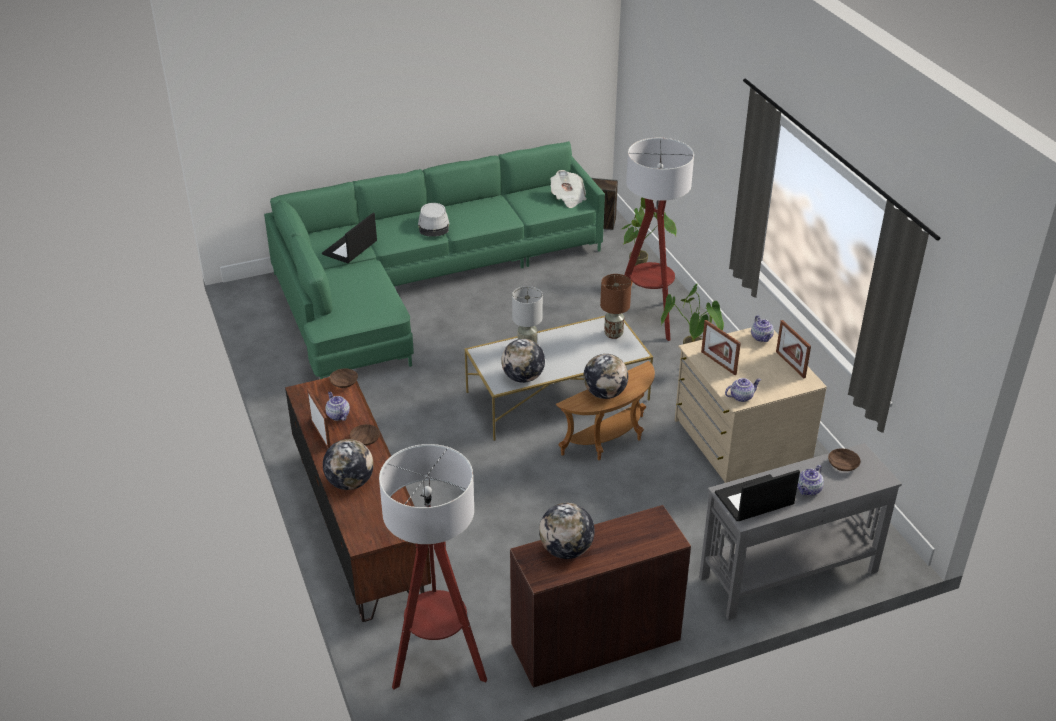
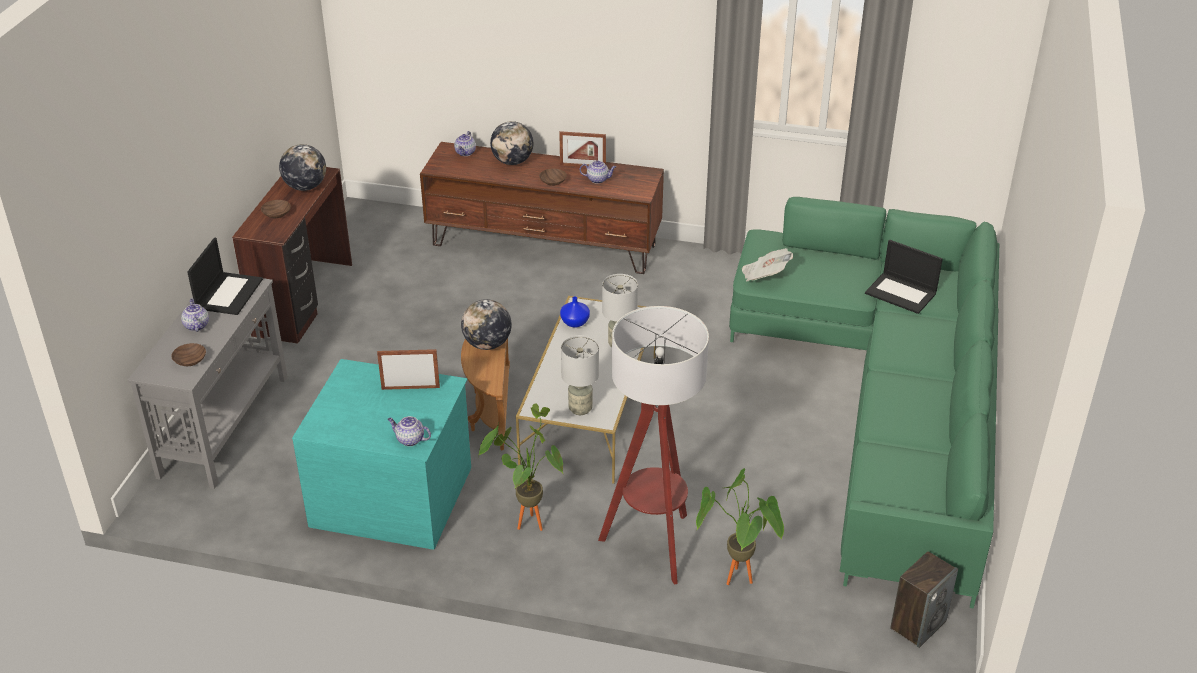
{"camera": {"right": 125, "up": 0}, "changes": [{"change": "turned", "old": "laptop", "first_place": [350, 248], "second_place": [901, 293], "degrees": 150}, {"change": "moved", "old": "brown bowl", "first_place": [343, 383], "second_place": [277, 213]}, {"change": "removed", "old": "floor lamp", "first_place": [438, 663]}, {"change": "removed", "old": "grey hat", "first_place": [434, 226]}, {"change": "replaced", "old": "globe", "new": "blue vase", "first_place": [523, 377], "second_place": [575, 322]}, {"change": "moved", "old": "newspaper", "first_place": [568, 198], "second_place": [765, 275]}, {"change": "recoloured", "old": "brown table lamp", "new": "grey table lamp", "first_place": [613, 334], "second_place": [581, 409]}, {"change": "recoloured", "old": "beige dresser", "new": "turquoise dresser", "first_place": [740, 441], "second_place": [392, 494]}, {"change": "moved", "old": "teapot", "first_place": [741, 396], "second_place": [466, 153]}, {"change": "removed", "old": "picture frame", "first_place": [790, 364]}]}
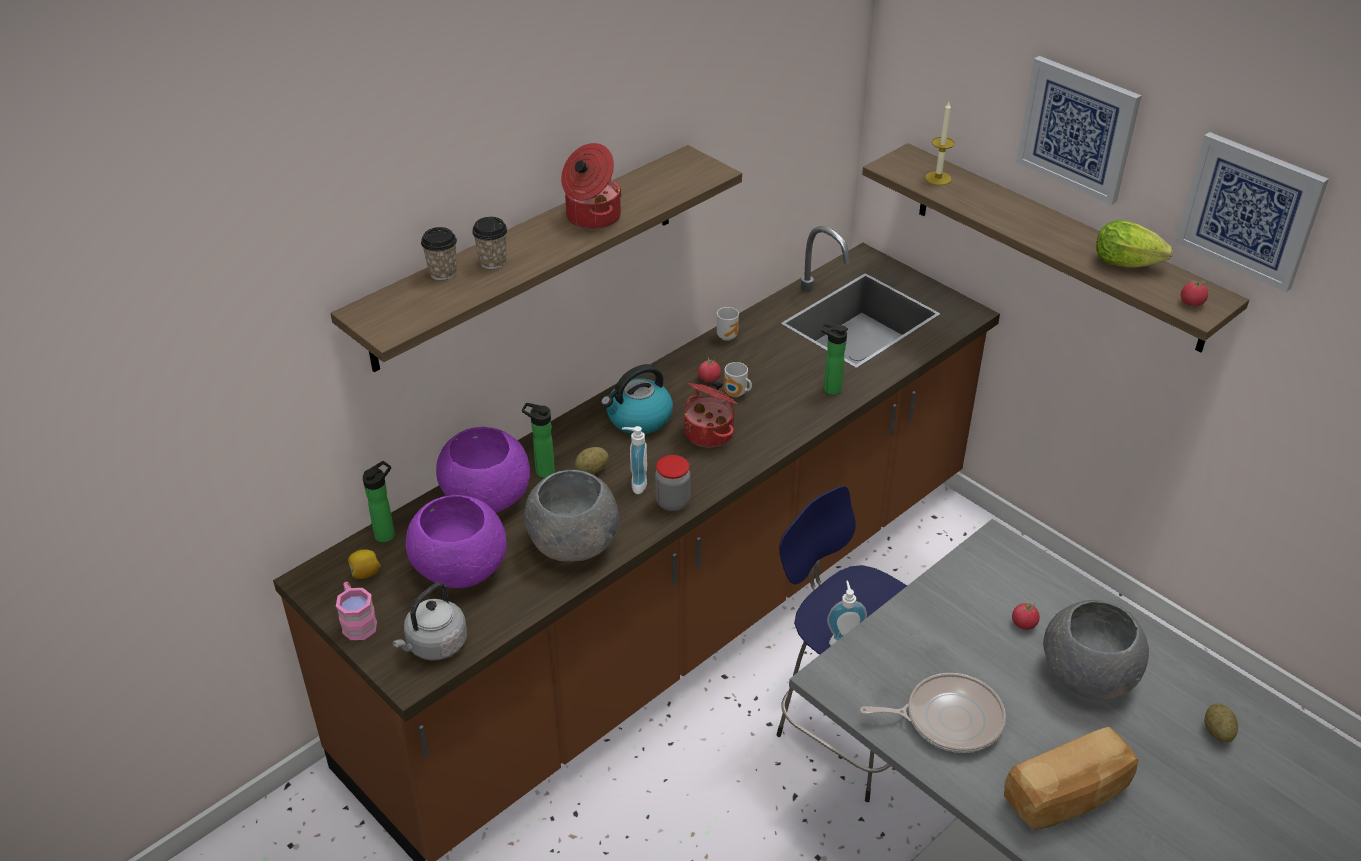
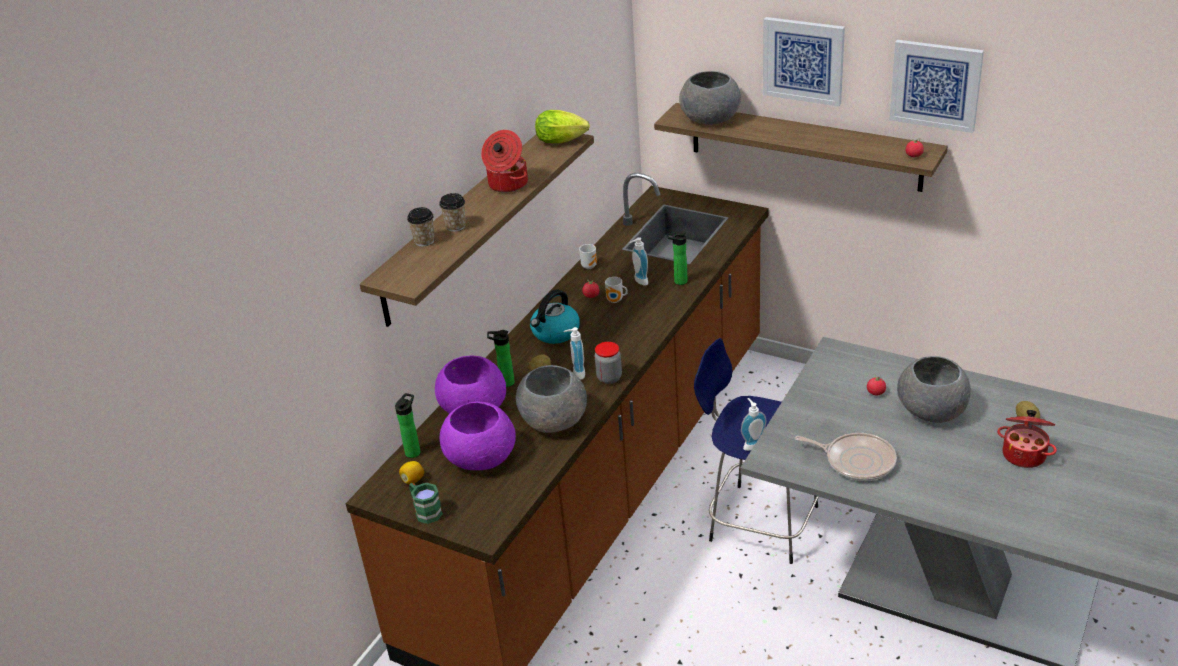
{"camera": {"right": -15, "up": -5}, "changes": [{"change": "recoloured", "old": "pink mug", "new": "green mug", "first_place": [357, 621], "second_place": [425, 511]}, {"change": "removed", "old": "grey kettle", "first_place": [434, 645]}, {"change": "moved", "old": "cooking pot", "first_place": [710, 432], "second_place": [1024, 454]}, {"change": "turned", "old": "frying pan", "first_place": [948, 718], "second_place": [856, 461], "degrees": 45}, {"change": "replaced", "old": "candle", "new": "grey bowl", "first_place": [938, 178], "second_place": [709, 119]}, {"change": "removed", "old": "bread", "first_place": [1068, 797]}, {"change": "moved", "old": "lettuce", "first_place": [1130, 264], "second_place": [564, 141]}, {"change": "added", "new": "soap dispenser", "second_place": [639, 281]}]}
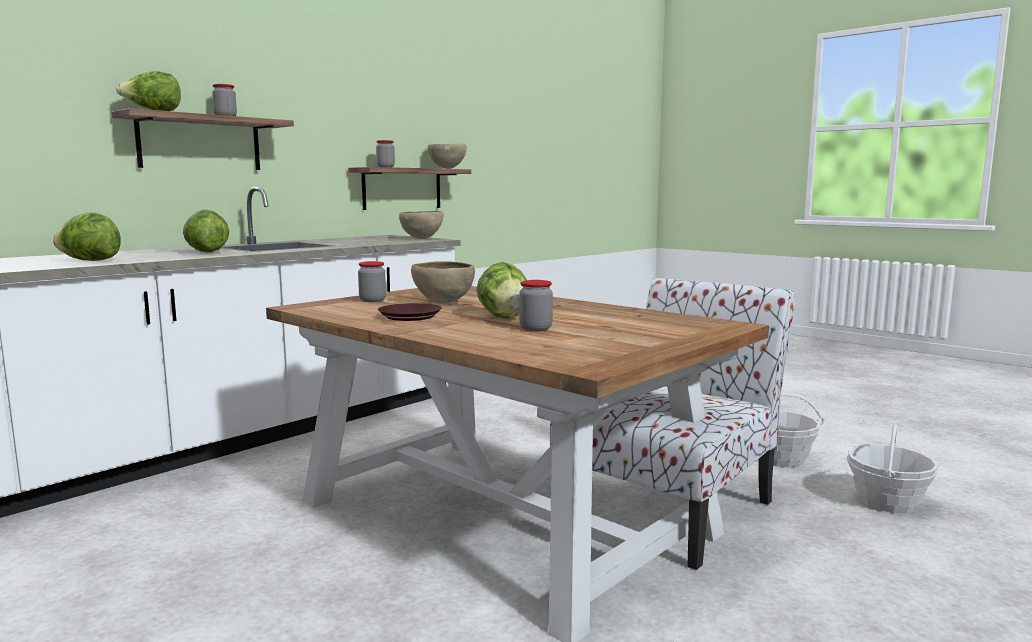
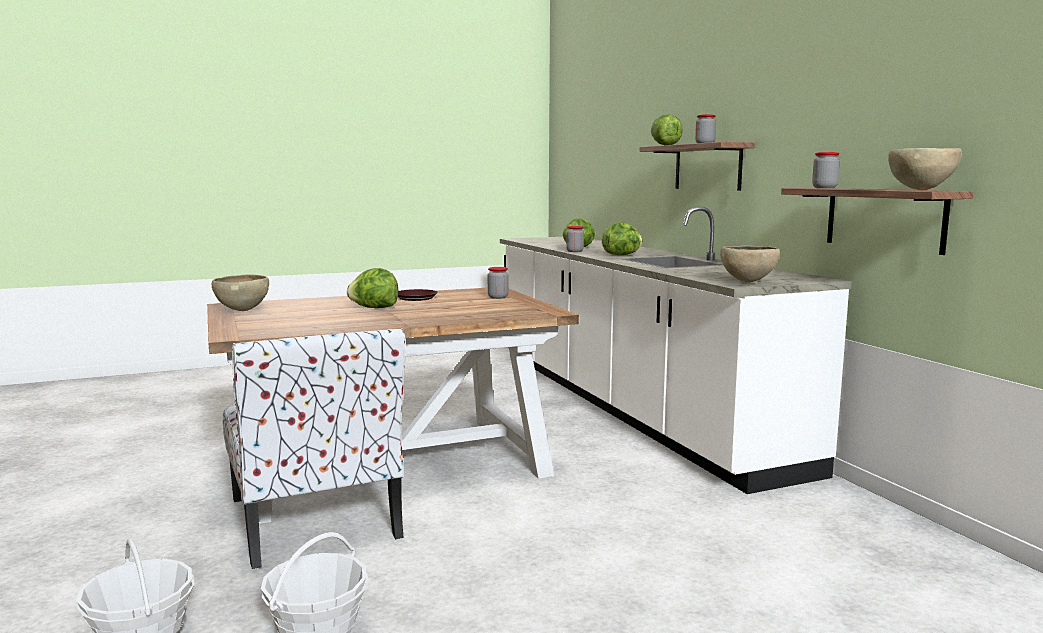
{"camera": {"right": 115, "up": 0}, "changes": [{"change": "moved", "old": "brown bowl", "first_place": [443, 303], "second_place": [242, 310]}, {"change": "moved", "old": "jar", "first_place": [535, 329], "second_place": [575, 251]}]}
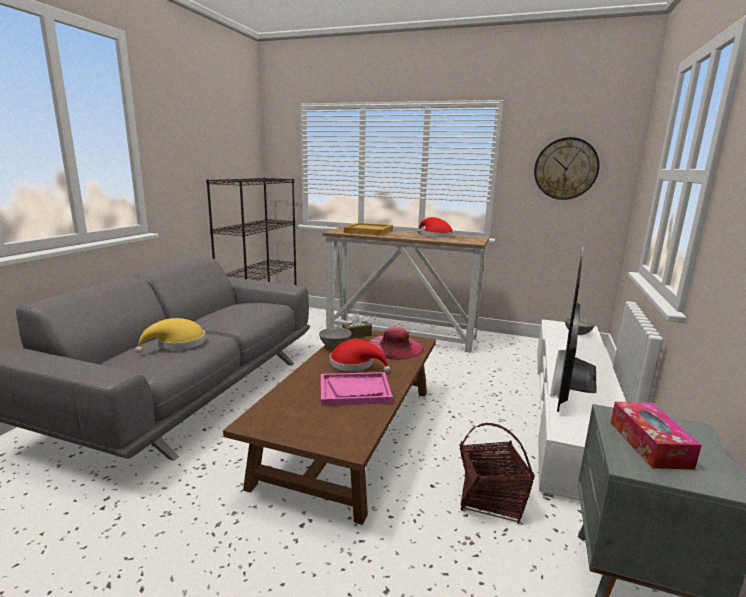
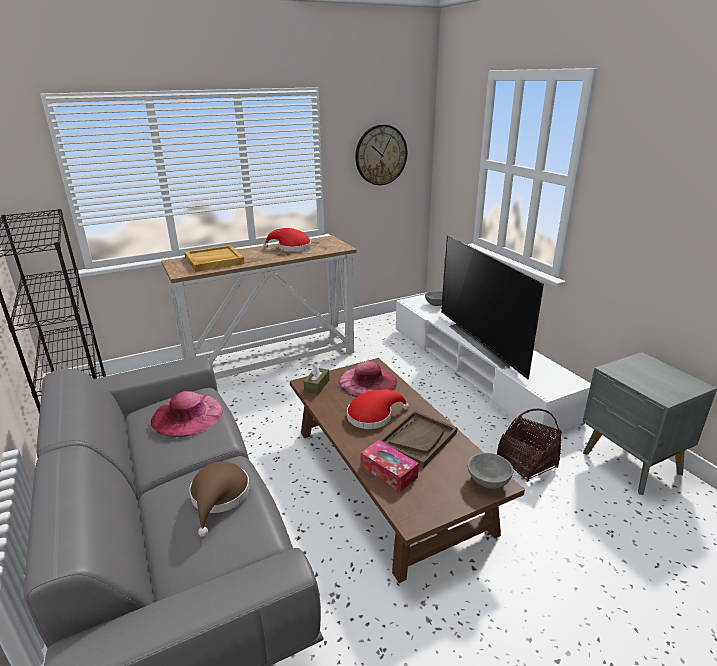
{"camera": {"right": -45, "up": 10}, "changes": [{"change": "recoloured", "old": "yellow hat", "new": "brown hat", "first_place": [178, 344], "second_place": [219, 497]}, {"change": "moved", "old": "grey bowl", "first_place": [334, 346], "second_place": [487, 482]}, {"change": "recoloured", "old": "pink tray", "new": "brown tray", "first_place": [355, 390], "second_place": [418, 439]}, {"change": "moved", "old": "tissue box", "first_place": [649, 444], "second_place": [388, 471]}, {"change": "added", "new": "pink hat", "second_place": [187, 415]}]}
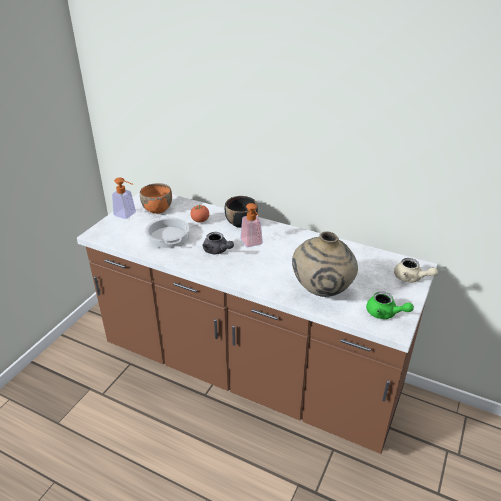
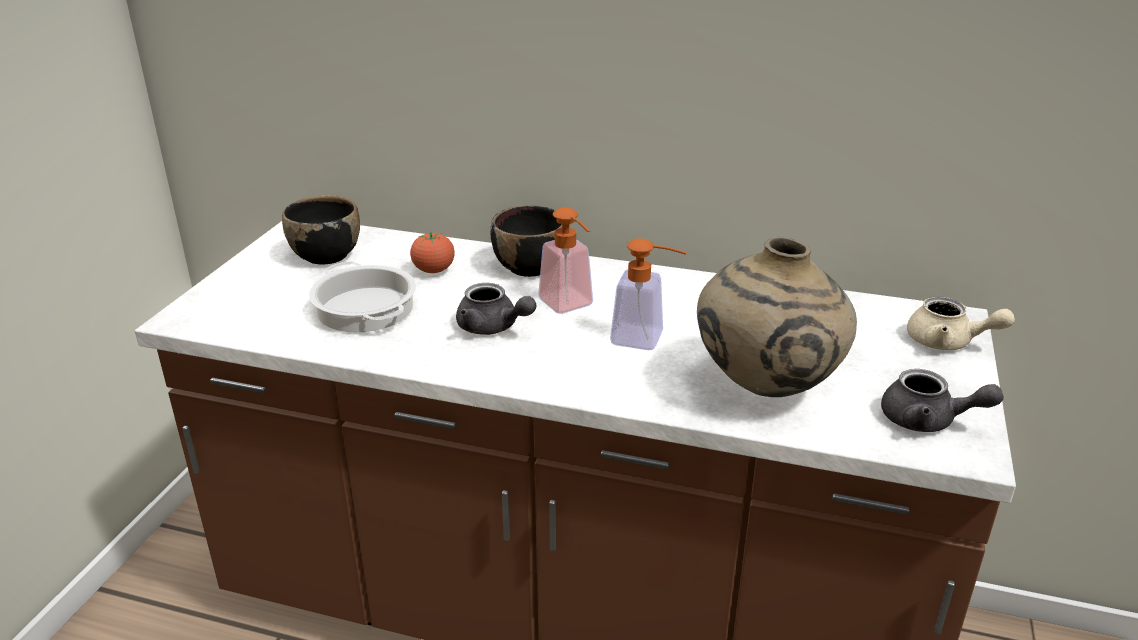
{"camera": {"right": -10, "up": -5}, "changes": [{"change": "moved", "old": "soap dispenser", "first_place": [128, 215], "second_place": [646, 339]}, {"change": "recoloured", "old": "orange bowl", "new": "black bowl", "first_place": [157, 209], "second_place": [326, 255]}, {"change": "recoloured", "old": "green teapot", "new": "grey teapot", "first_place": [385, 314], "second_place": [928, 421]}]}
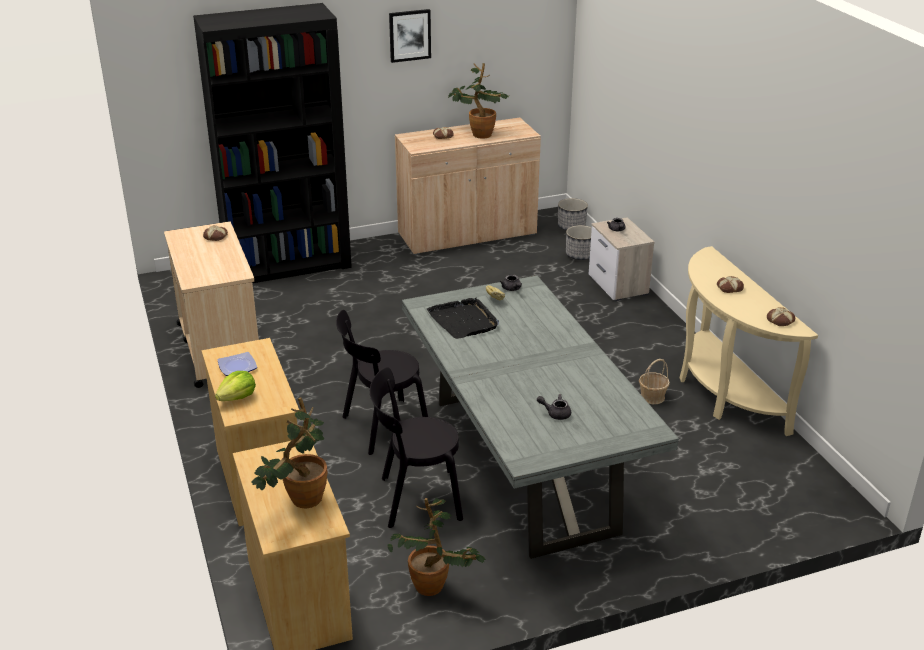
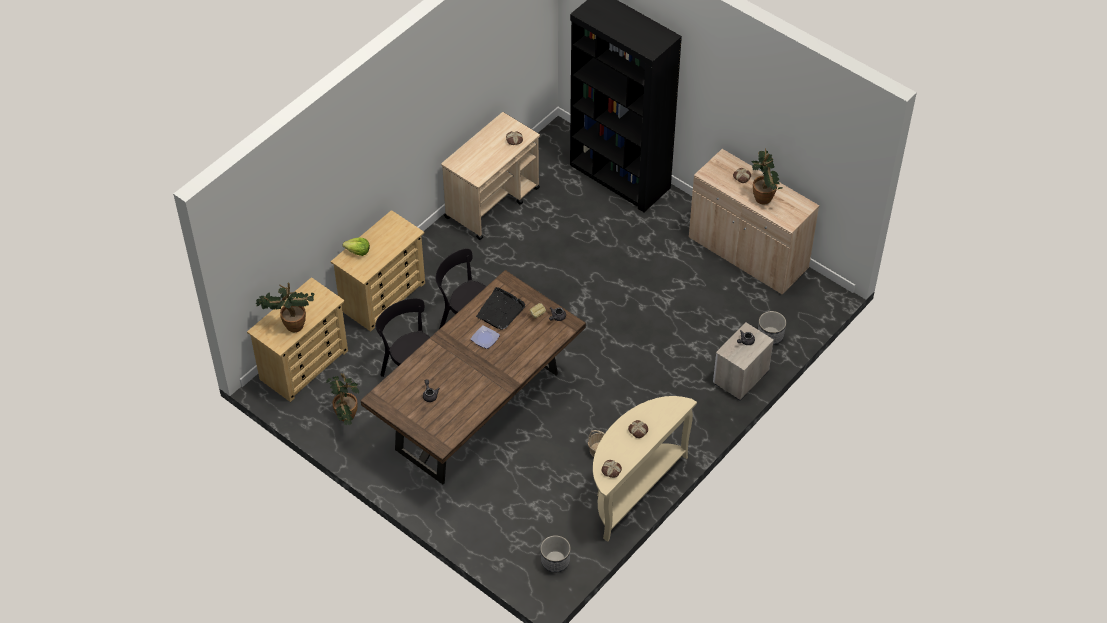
{"camera": {"right": 60, "up": 20}, "changes": [{"change": "moved", "old": "plate", "first_place": [238, 366], "second_place": [485, 338]}, {"change": "removed", "old": "picture", "first_place": [409, 35]}, {"change": "recoloured", "old": "grey dining table", "new": "brown dining table", "first_place": [524, 465], "second_place": [477, 412]}, {"change": "moved", "old": "planter", "first_place": [571, 227], "second_place": [555, 561]}]}
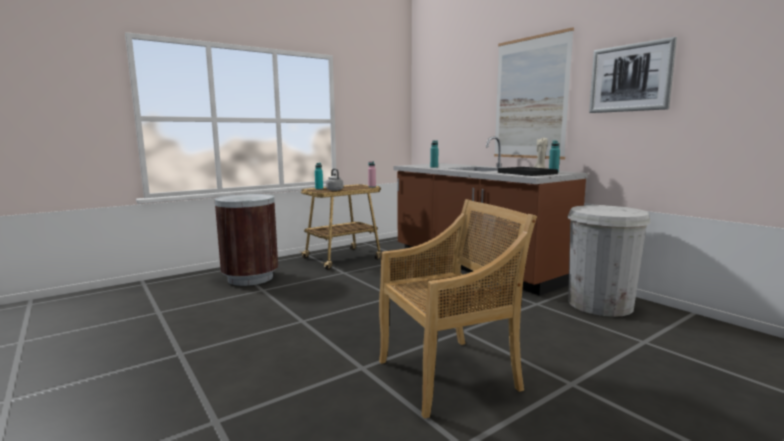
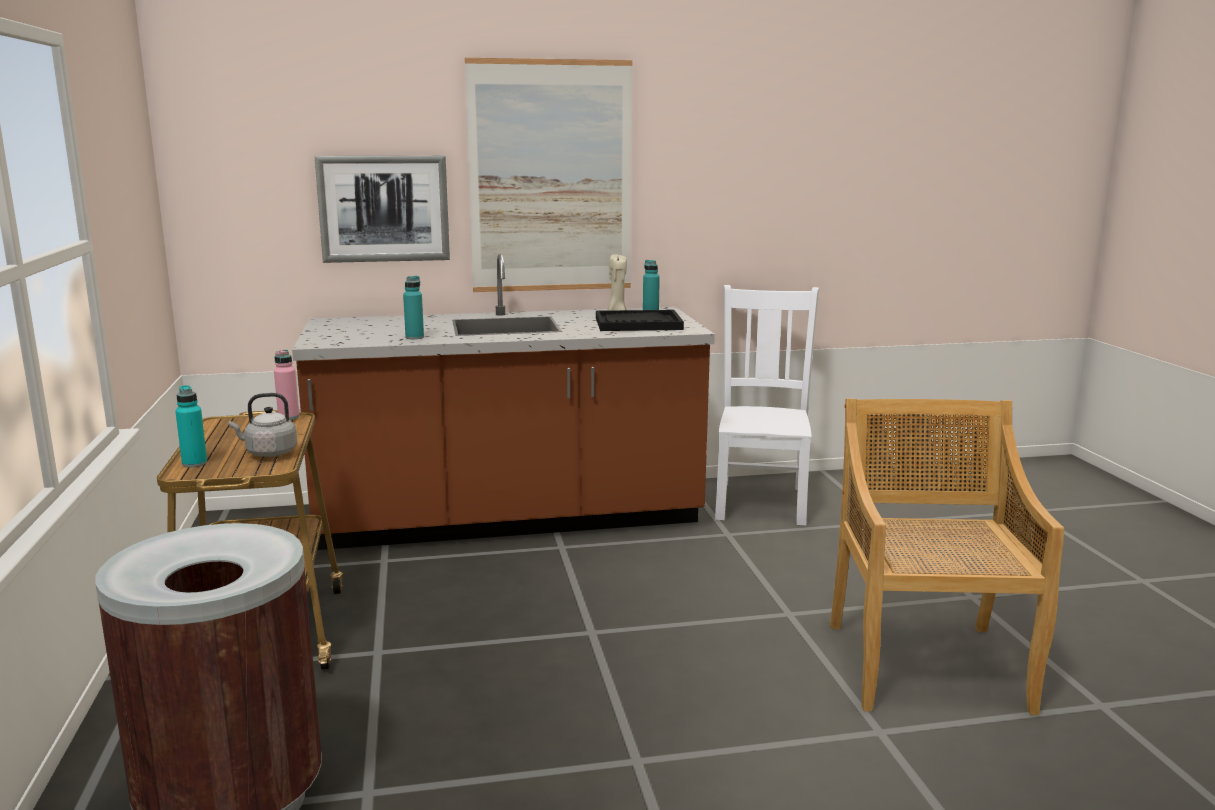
{"camera": {"right": -65, "up": 5}, "changes": [{"change": "replaced", "old": "white trash can", "new": "white chair", "first_place": [600, 304], "second_place": [761, 501]}, {"change": "moved", "old": "picture", "first_place": [630, 78], "second_place": [384, 208]}]}
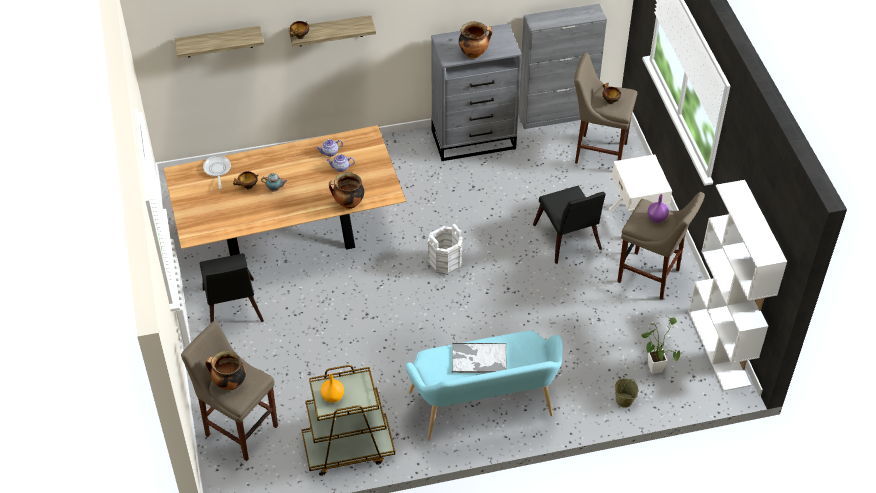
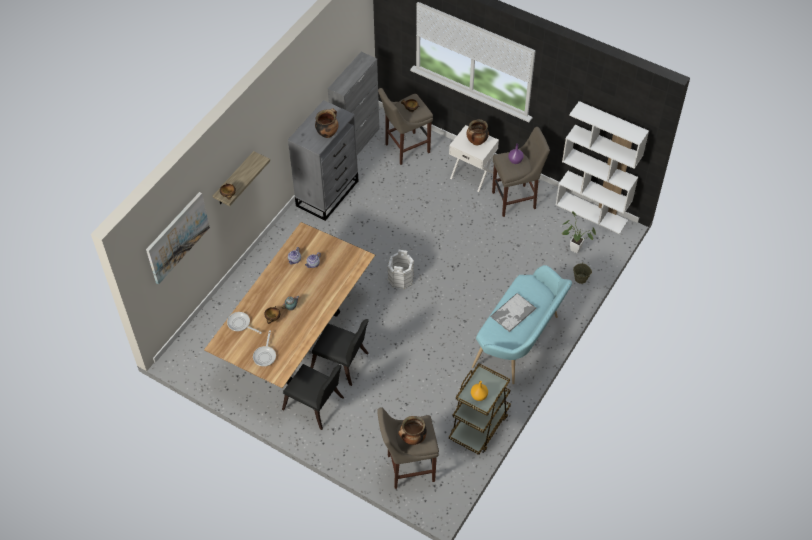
{"camera": {"right": -45, "up": 5}, "changes": [{"change": "replaced", "old": "shelf", "new": "picture", "first_place": [219, 41], "second_place": [177, 237]}, {"change": "moved", "old": "cooking pot", "first_place": [348, 204], "second_place": [476, 142]}, {"change": "moved", "old": "black chair", "first_place": [568, 241], "second_place": [342, 364]}, {"change": "added", "new": "frying pan", "second_place": [265, 355]}]}
